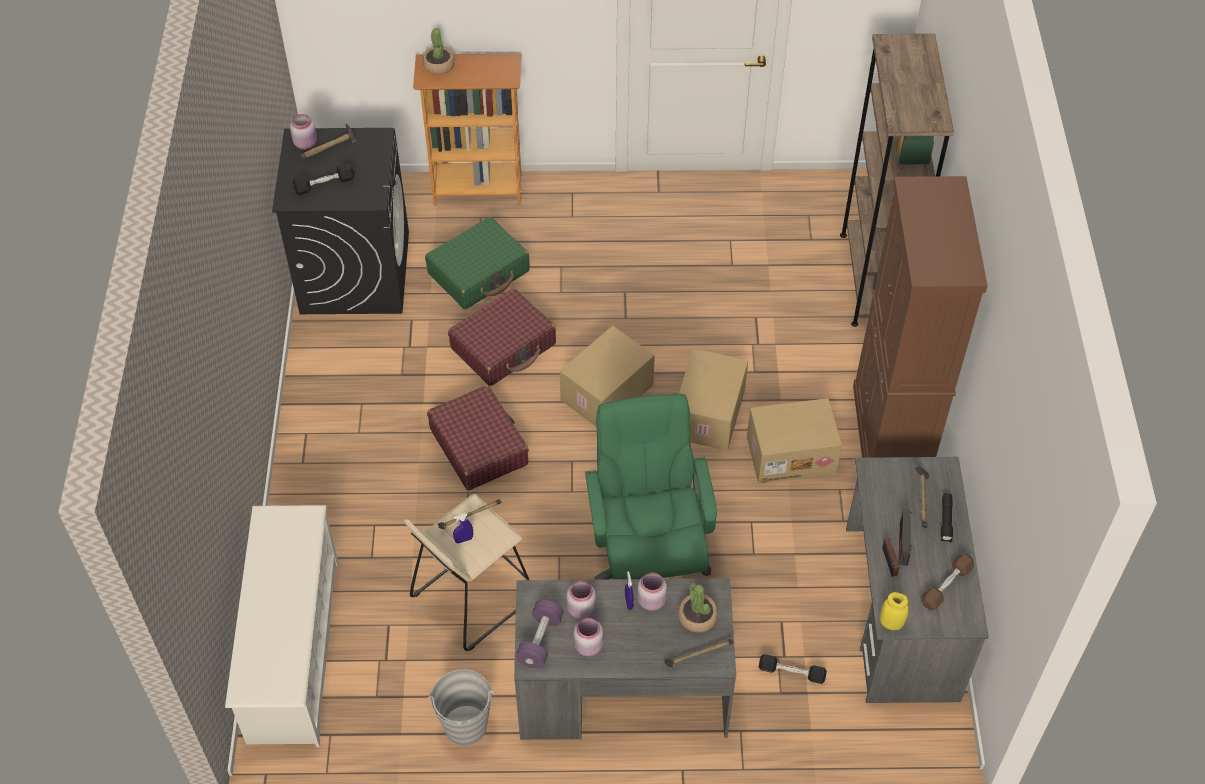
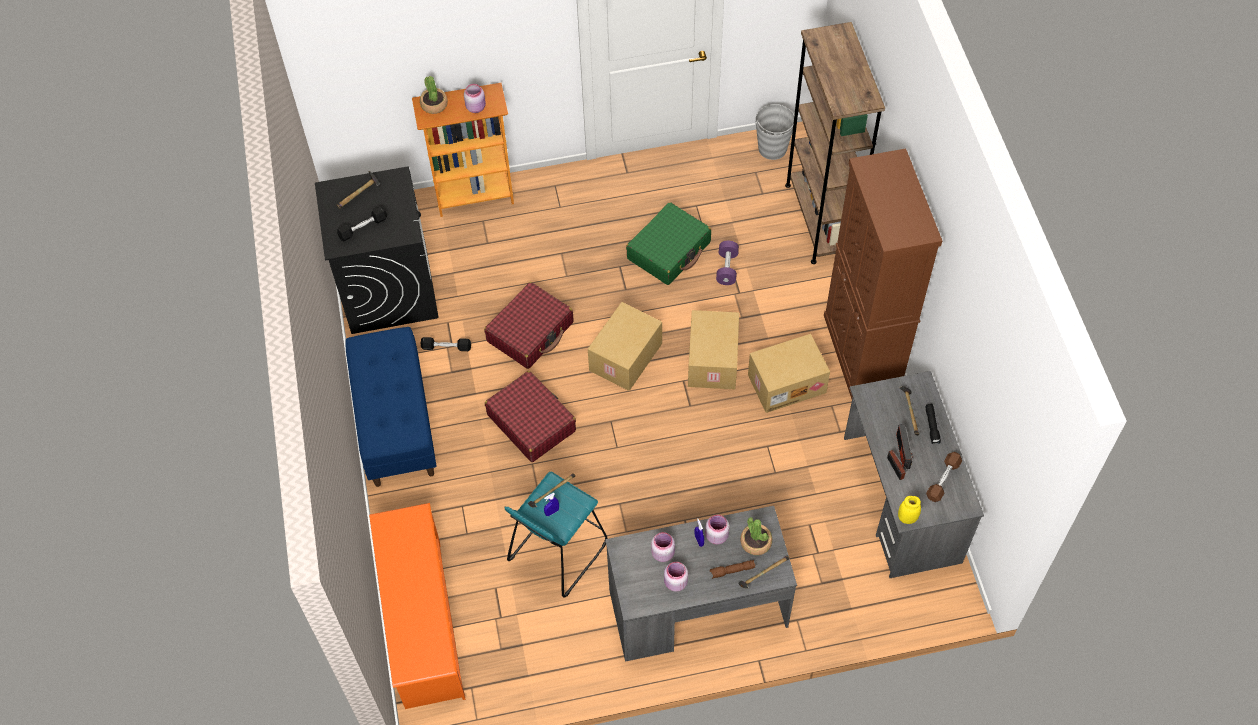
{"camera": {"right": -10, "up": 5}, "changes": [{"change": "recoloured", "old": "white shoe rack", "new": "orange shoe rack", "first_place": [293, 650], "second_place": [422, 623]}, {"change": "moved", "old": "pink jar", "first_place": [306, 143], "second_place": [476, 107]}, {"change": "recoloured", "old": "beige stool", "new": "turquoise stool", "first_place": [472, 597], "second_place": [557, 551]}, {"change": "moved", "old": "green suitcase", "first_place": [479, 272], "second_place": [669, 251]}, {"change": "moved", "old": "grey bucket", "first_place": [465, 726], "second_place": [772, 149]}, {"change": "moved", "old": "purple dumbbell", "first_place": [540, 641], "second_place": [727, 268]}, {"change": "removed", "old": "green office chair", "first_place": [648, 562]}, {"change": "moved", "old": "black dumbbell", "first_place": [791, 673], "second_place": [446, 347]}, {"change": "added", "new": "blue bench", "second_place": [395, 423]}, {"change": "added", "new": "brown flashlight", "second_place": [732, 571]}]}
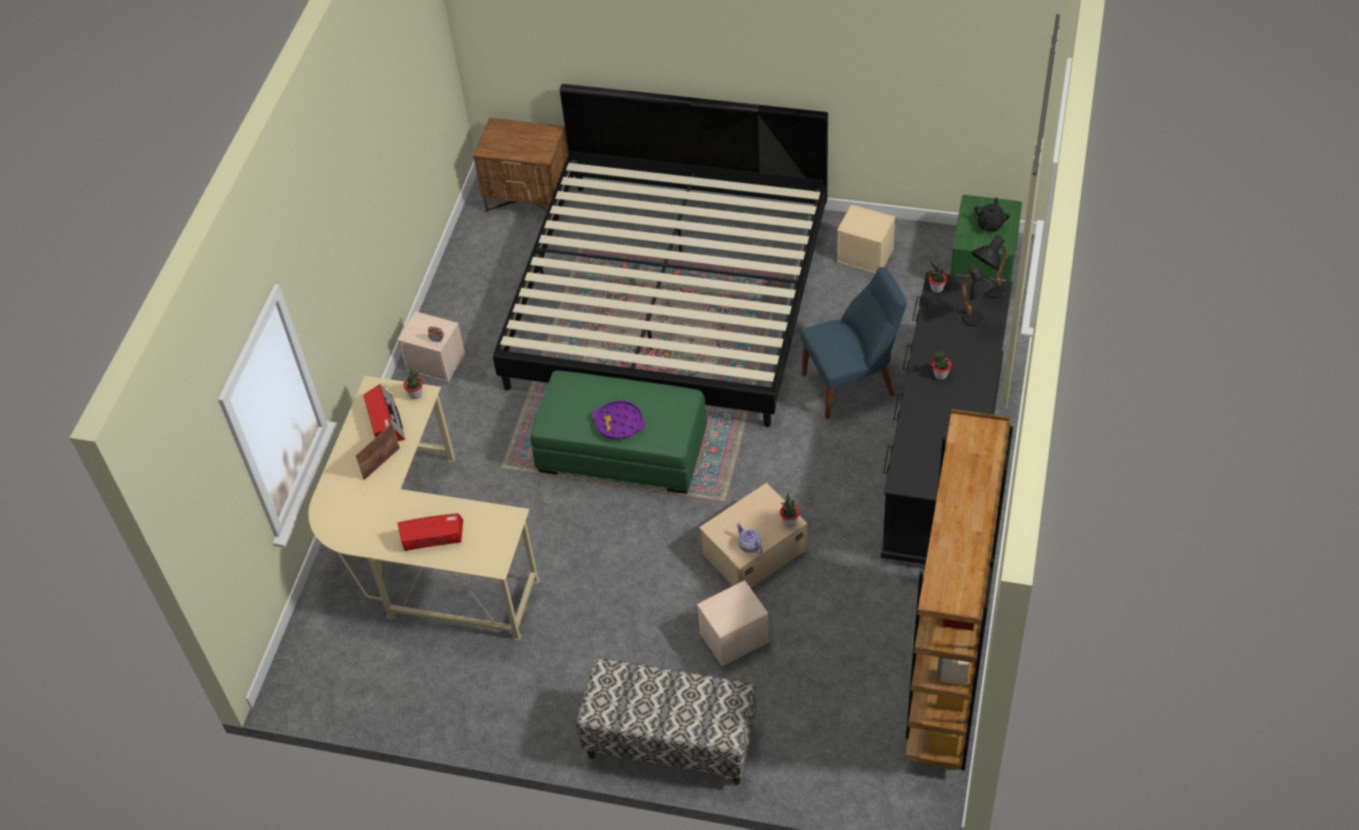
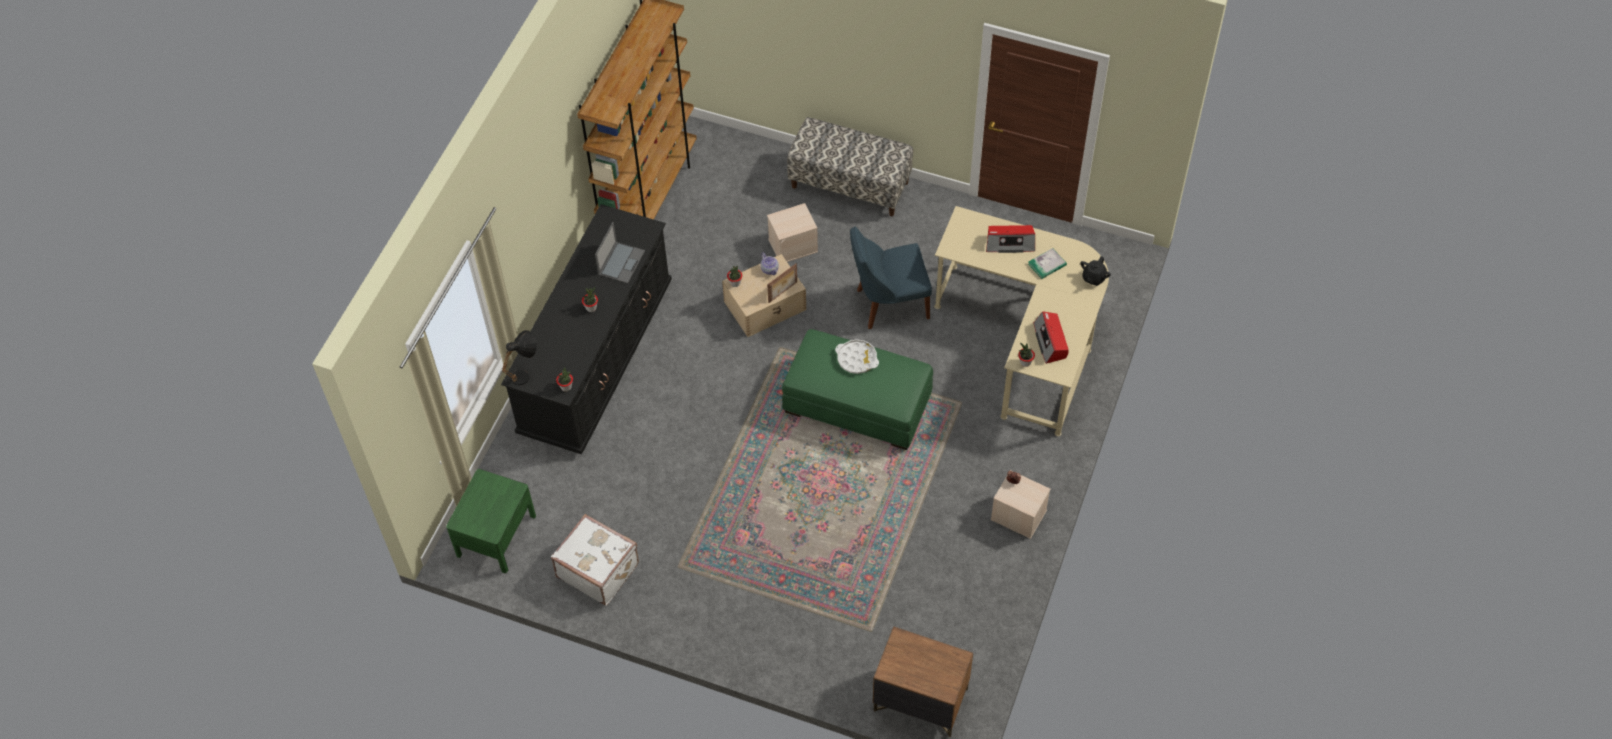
{"camera": {"right": -175, "up": 5}, "changes": [{"change": "moved", "old": "picture frame", "first_place": [381, 463], "second_place": [783, 292]}, {"change": "removed", "old": "bed", "first_place": [669, 298]}, {"change": "recoloured", "old": "purple tray", "new": "white tray", "first_place": [619, 423], "second_place": [857, 359]}, {"change": "moved", "old": "blue chair", "first_place": [852, 384], "second_place": [889, 304]}, {"change": "replaced", "old": "beige storage box", "new": "white suitcase", "first_place": [866, 255], "second_place": [598, 569]}, {"change": "removed", "old": "black table lamp", "first_place": [976, 324]}, {"change": "moved", "old": "black teapot", "first_place": [990, 224], "second_place": [1093, 278]}, {"change": "added", "new": "laptop", "second_place": [621, 262]}, {"change": "added", "new": "book", "second_place": [1047, 264]}]}
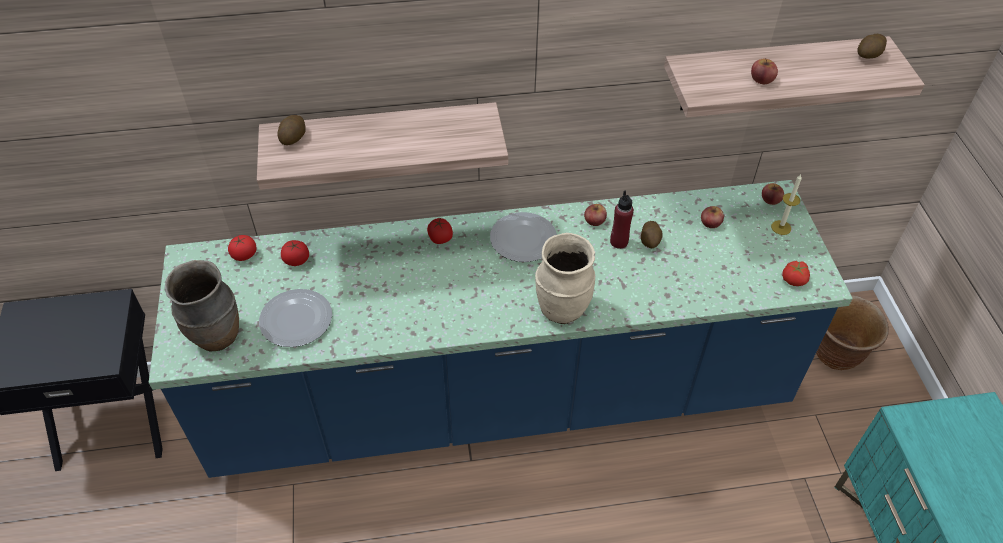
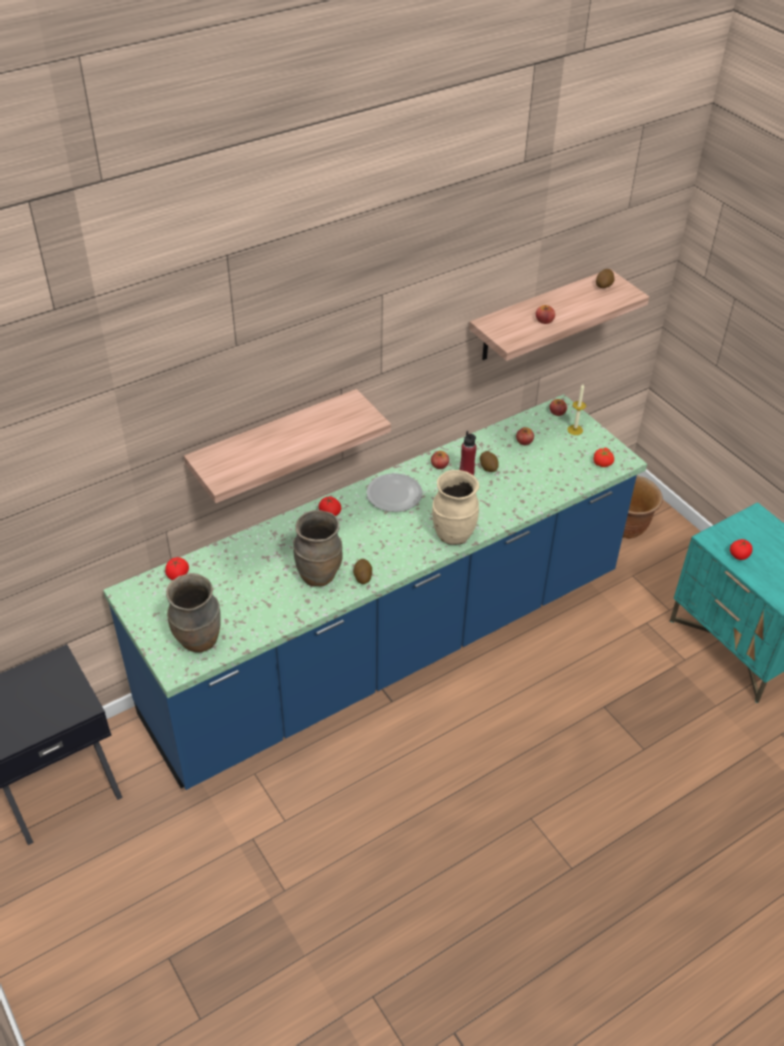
{"camera": {"right": -25, "up": -5}, "changes": [{"change": "removed", "old": "plate", "first_place": [297, 319]}, {"change": "moved", "old": "potato", "first_place": [293, 137], "second_place": [362, 576]}, {"change": "moved", "old": "tomato", "first_place": [296, 260], "second_place": [739, 555]}, {"change": "added", "new": "brown vase", "second_place": [319, 575]}]}
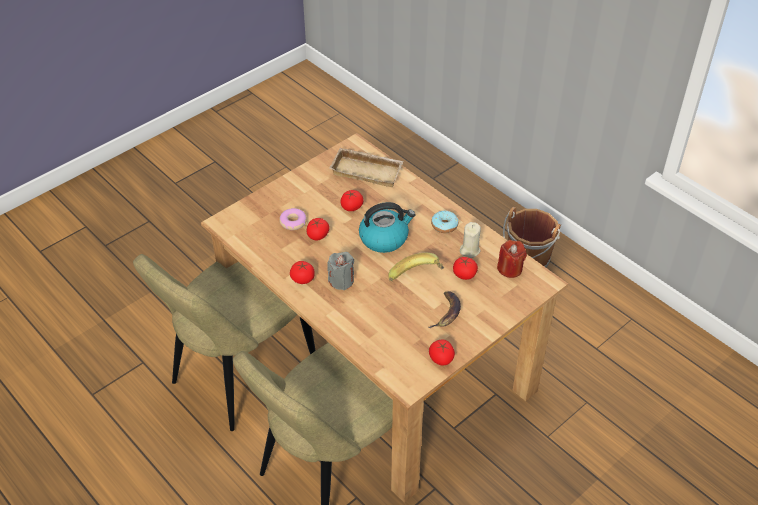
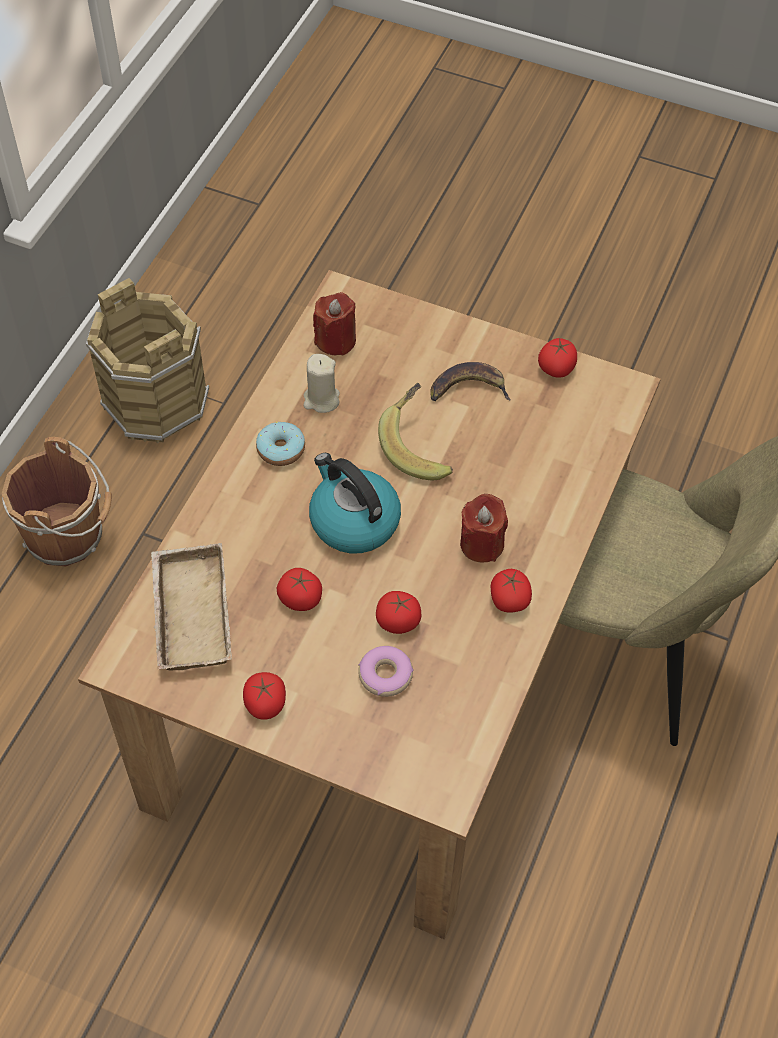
{"camera": {"right": -115, "up": 10}, "changes": [{"change": "removed", "old": "beige chair", "first_place": [238, 376]}, {"change": "recoloured", "old": "grey candle", "new": "red candle", "first_place": [341, 281], "second_place": [482, 544]}, {"change": "moved", "old": "tomato", "first_place": [464, 275], "second_place": [265, 704]}, {"change": "added", "new": "brown bucket", "second_place": [156, 401]}]}
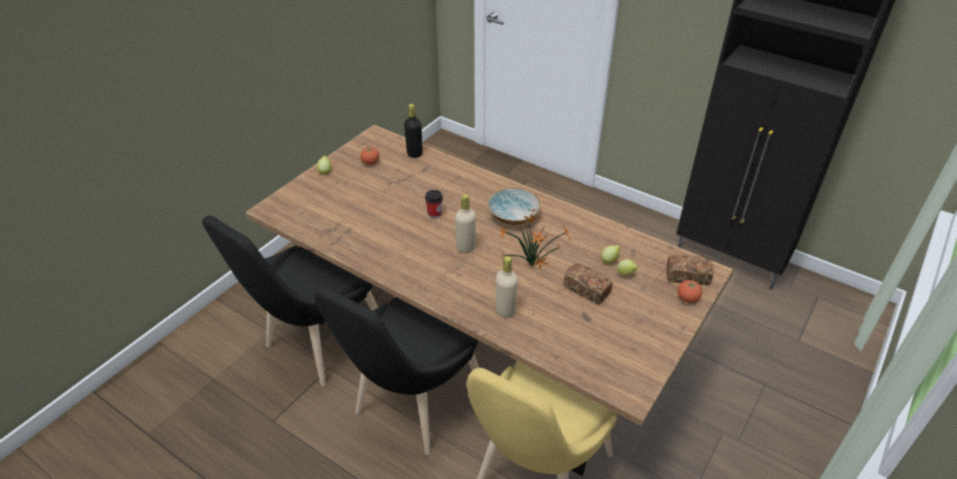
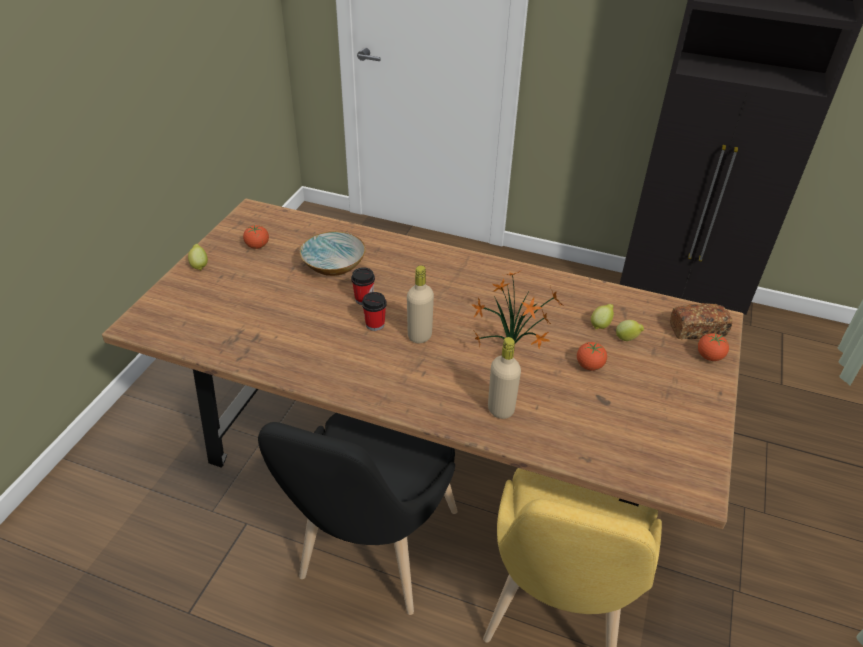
{"camera": {"right": -15, "up": 0}, "changes": [{"change": "removed", "old": "black chair", "first_place": [320, 344]}, {"change": "removed", "old": "black bottle", "first_place": [414, 153]}, {"change": "moved", "old": "bowl", "first_place": [514, 216], "second_place": [334, 266]}, {"change": "replaced", "old": "bread", "new": "tomato", "first_place": [587, 290], "second_place": [589, 366]}, {"change": "added", "new": "cup", "second_place": [375, 324]}]}
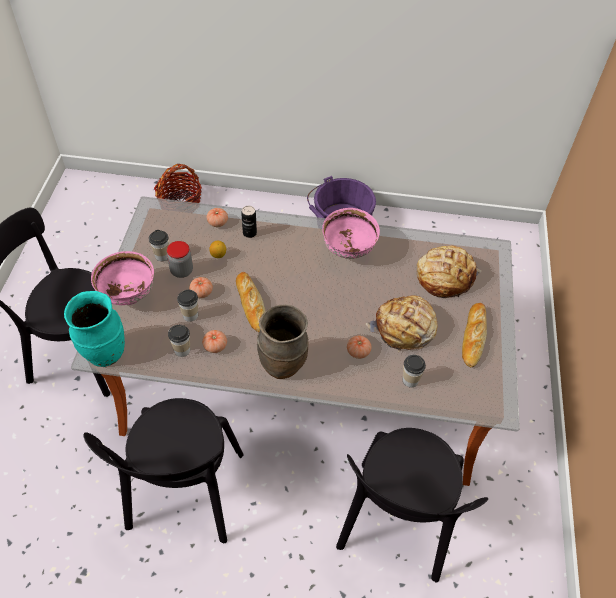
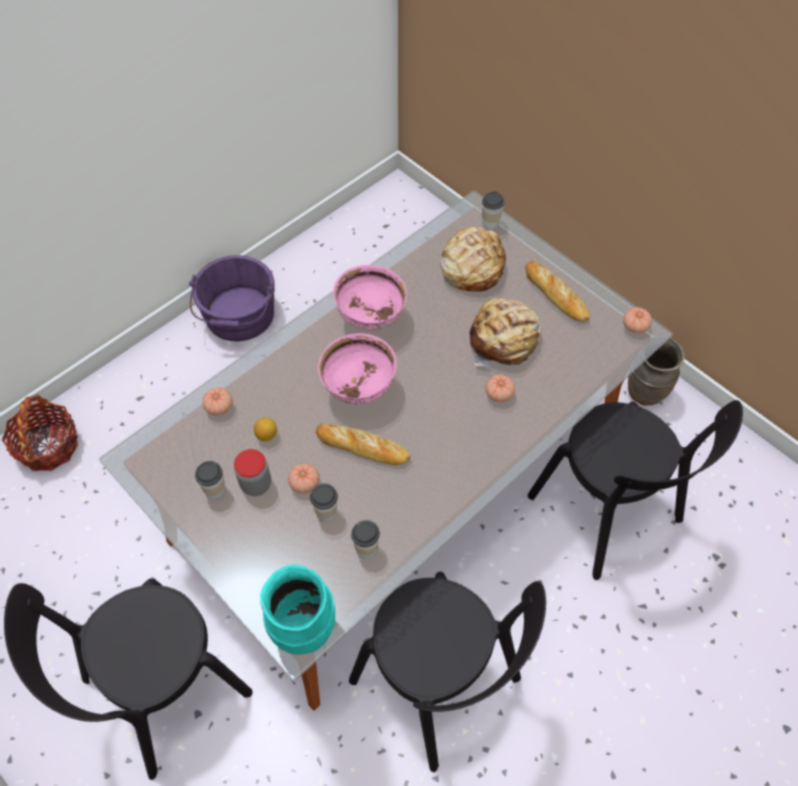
{"camera": {"right": -50, "up": 5}, "changes": [{"change": "moved", "old": "pink bowl", "first_place": [128, 296], "second_place": [359, 389]}, {"change": "moved", "old": "tomato", "first_place": [215, 346], "second_place": [635, 326]}, {"change": "removed", "old": "can", "first_place": [249, 233]}, {"change": "moved", "old": "brown vase", "first_place": [283, 365], "second_place": [645, 392]}, {"change": "moved", "old": "cup", "first_place": [410, 380], "second_place": [490, 223]}]}
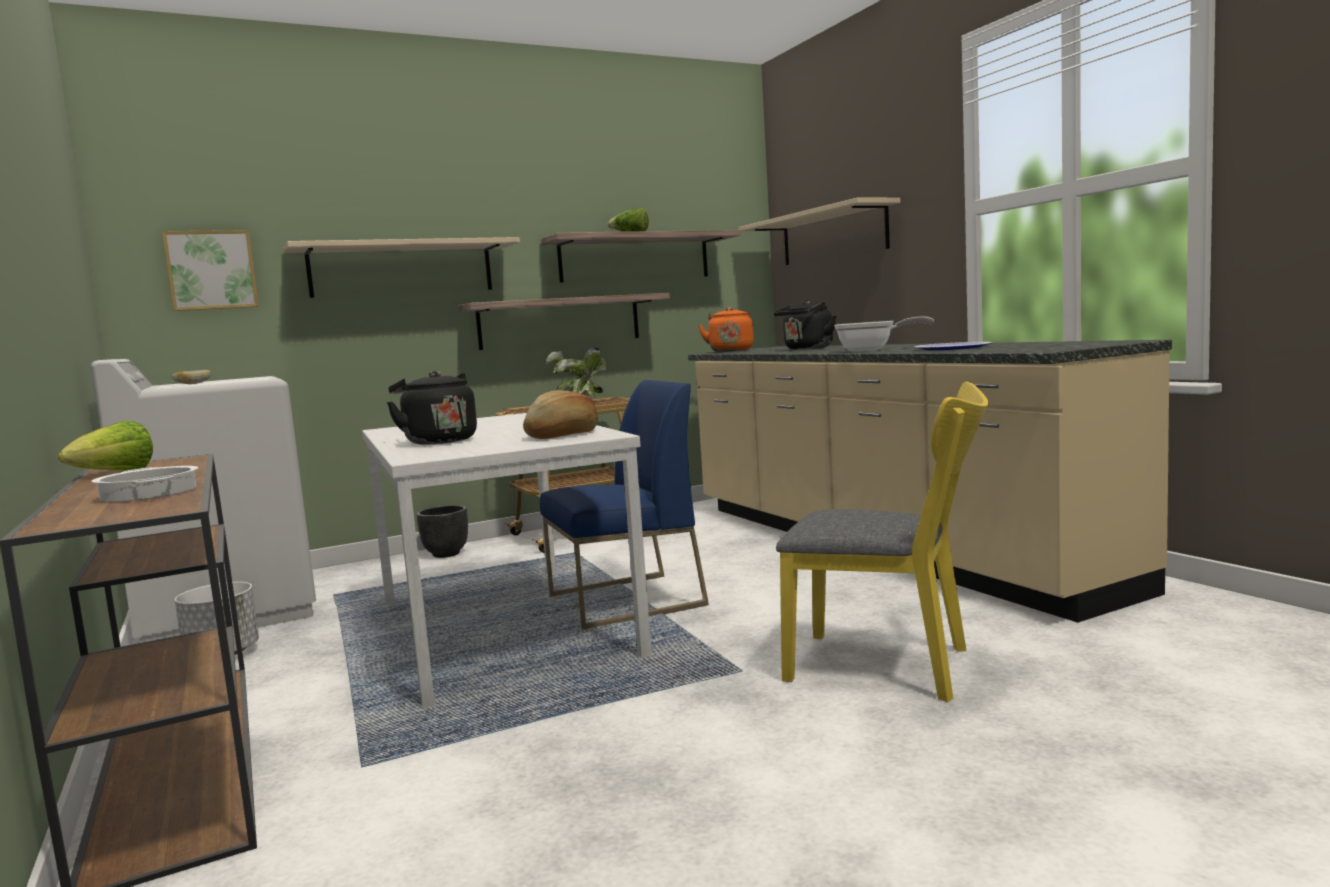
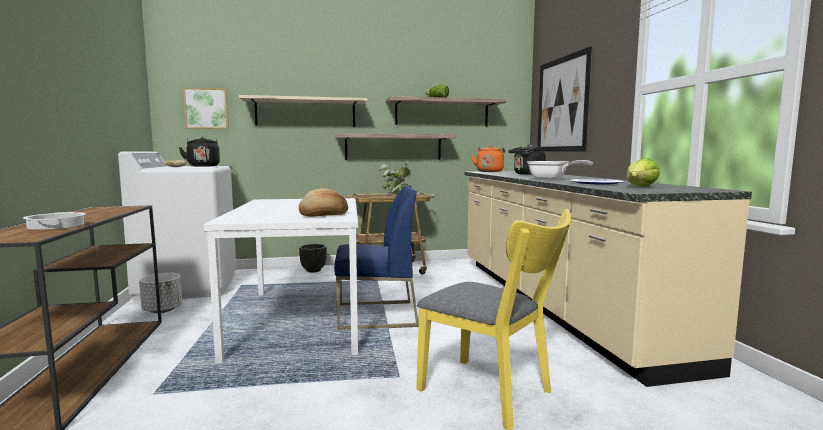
{"camera": {"right": 15, "up": 0}, "changes": [{"change": "moved", "old": "lettuce", "first_place": [115, 473], "second_place": [640, 187]}, {"change": "moved", "old": "black kettle", "first_place": [438, 441], "second_place": [203, 166]}, {"change": "replaced", "old": "beige shelf", "new": "picture", "first_place": [833, 235], "second_place": [562, 104]}]}
